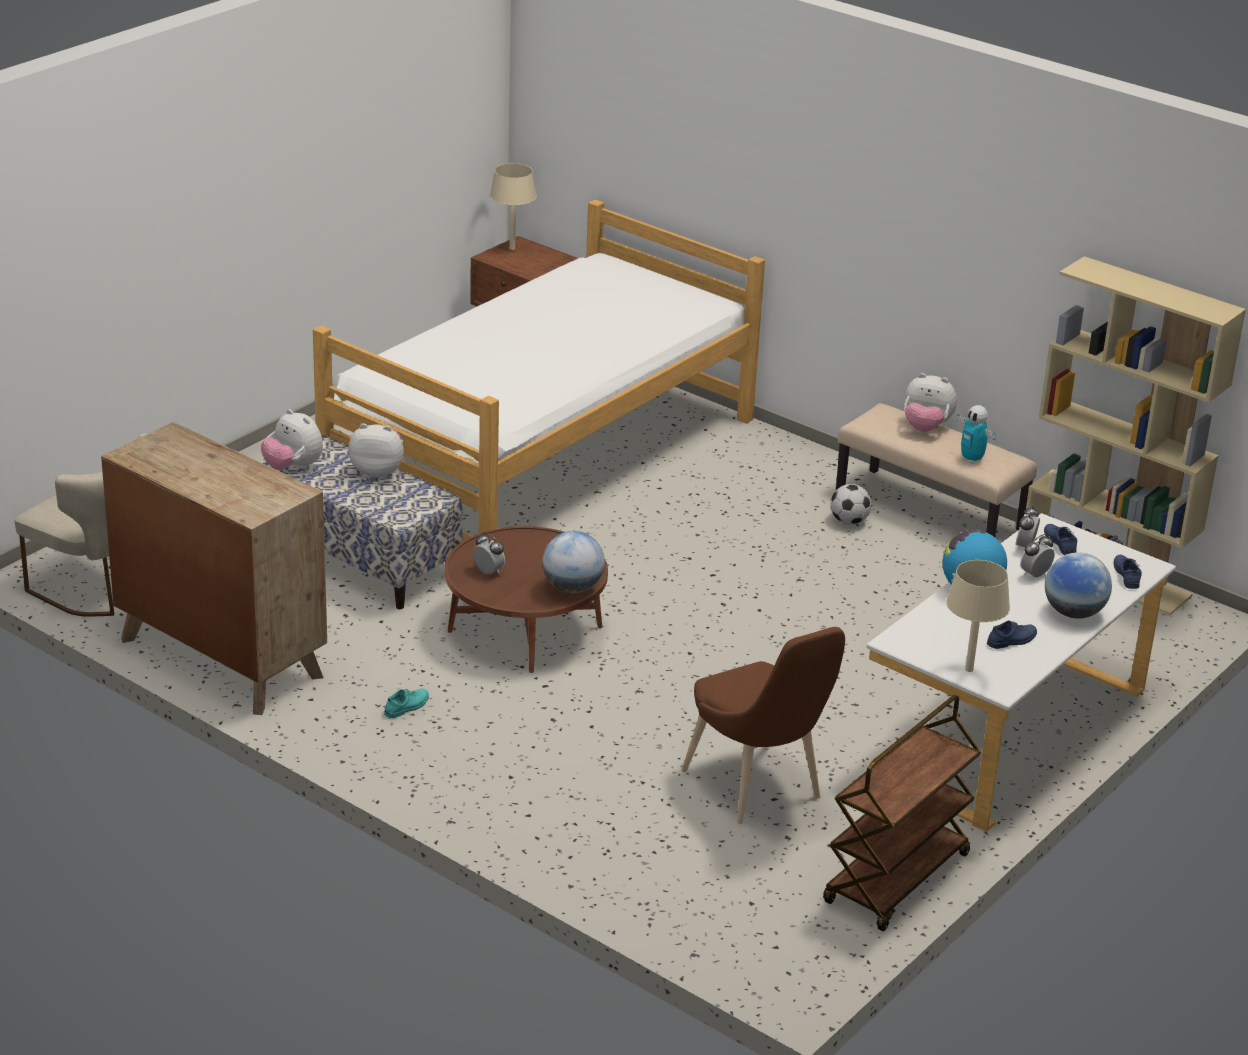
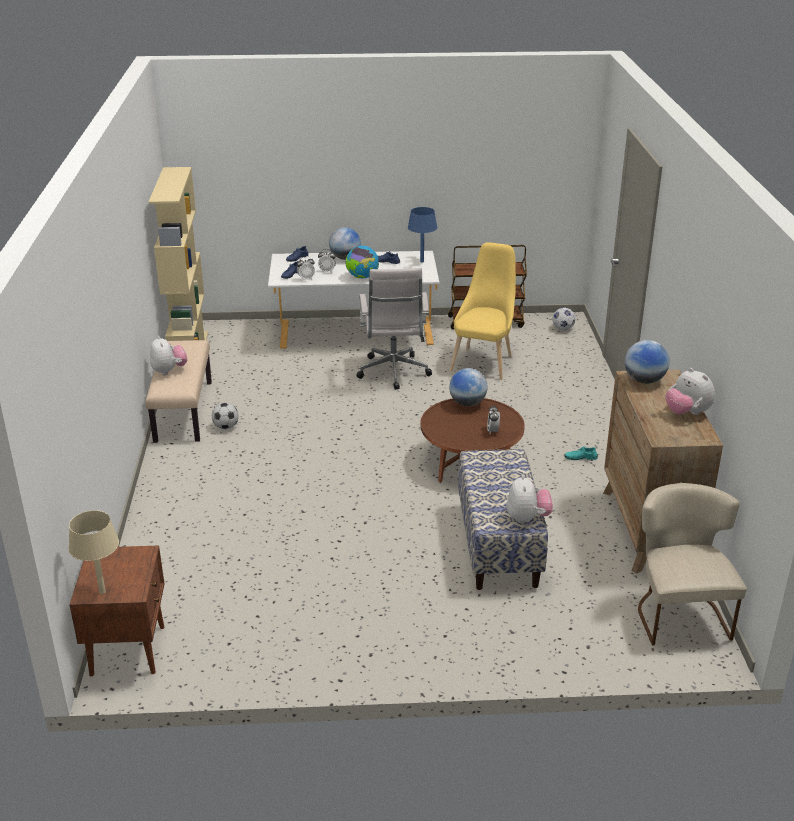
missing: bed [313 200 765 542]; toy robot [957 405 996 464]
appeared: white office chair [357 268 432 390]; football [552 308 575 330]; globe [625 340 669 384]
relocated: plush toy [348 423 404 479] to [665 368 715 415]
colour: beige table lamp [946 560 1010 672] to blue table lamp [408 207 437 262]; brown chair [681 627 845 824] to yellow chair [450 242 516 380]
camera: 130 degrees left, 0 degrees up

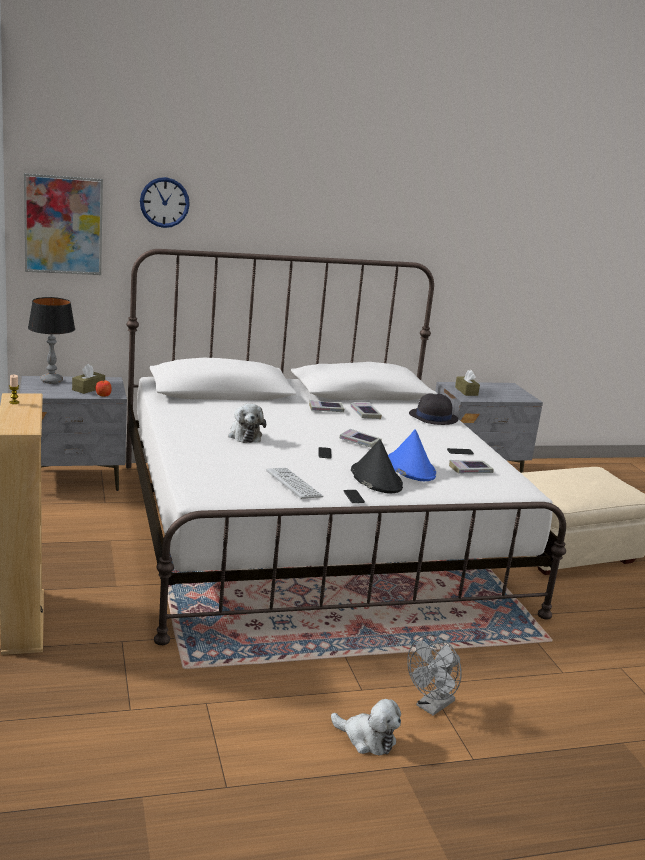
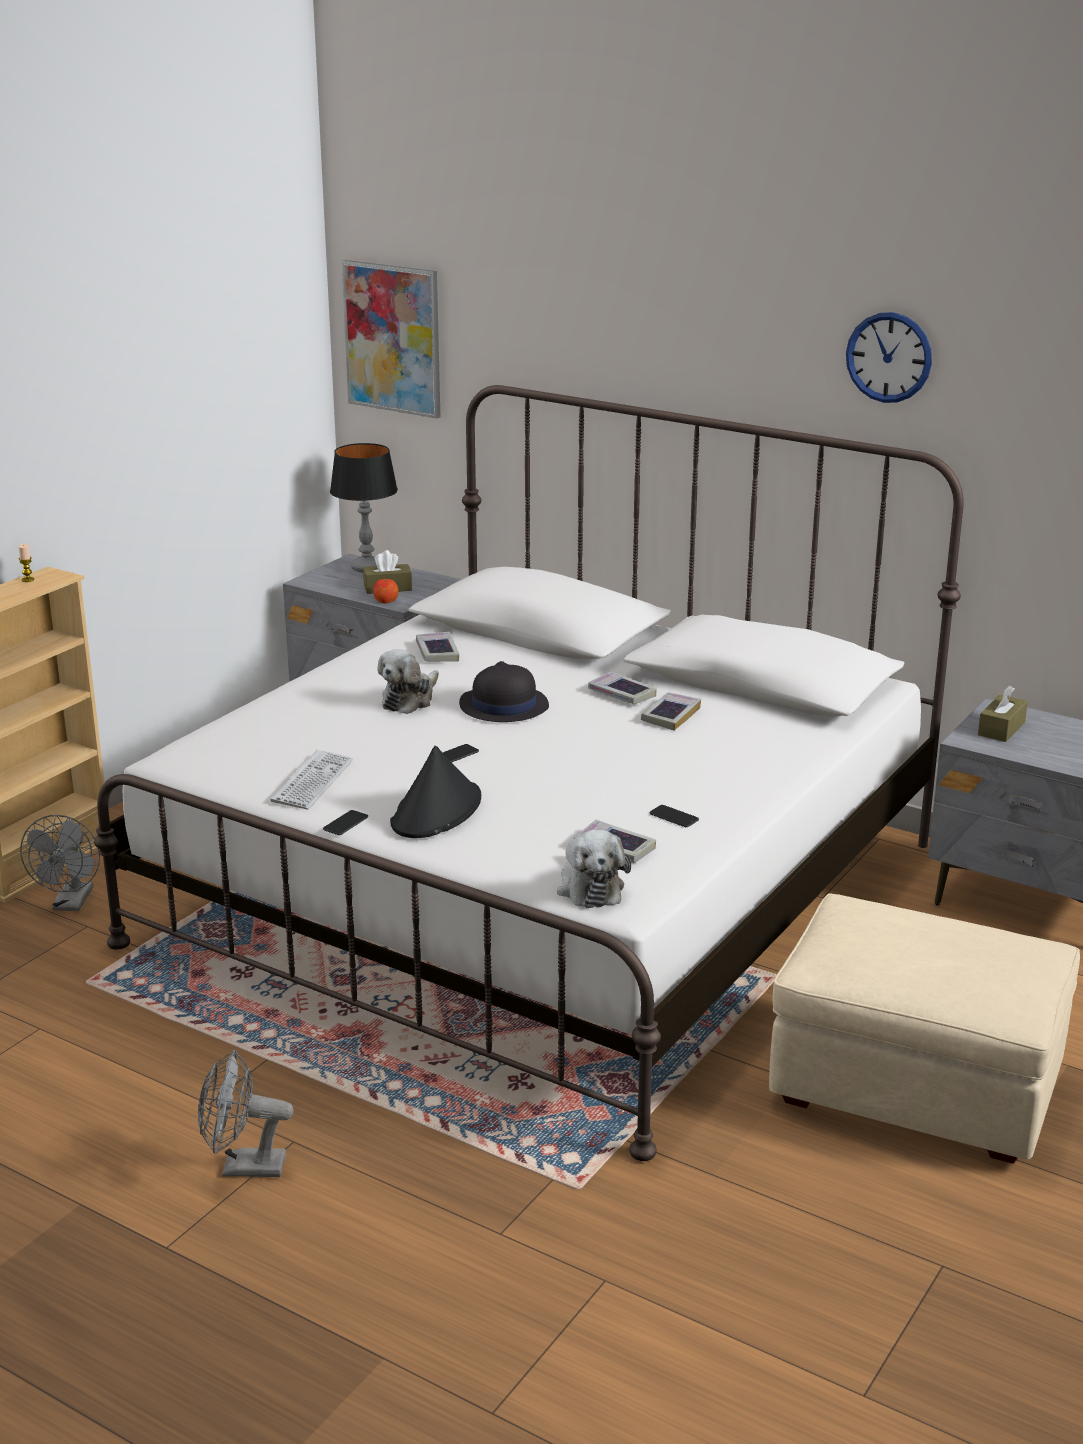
missing: blue hat [388 429 436 481]
appeared: grey fan [20 815 100 911]
relocated: wall clock [140 177 190 228] to [846 312 932 403]; black hat [409 393 458 425] to [459 661 549 722]; book [339 429 382 448] to [416 632 459 662]; plush toy [331 699 401 756] to [557 830 631 908]
camera: 50 degrees right, 5 degrees up

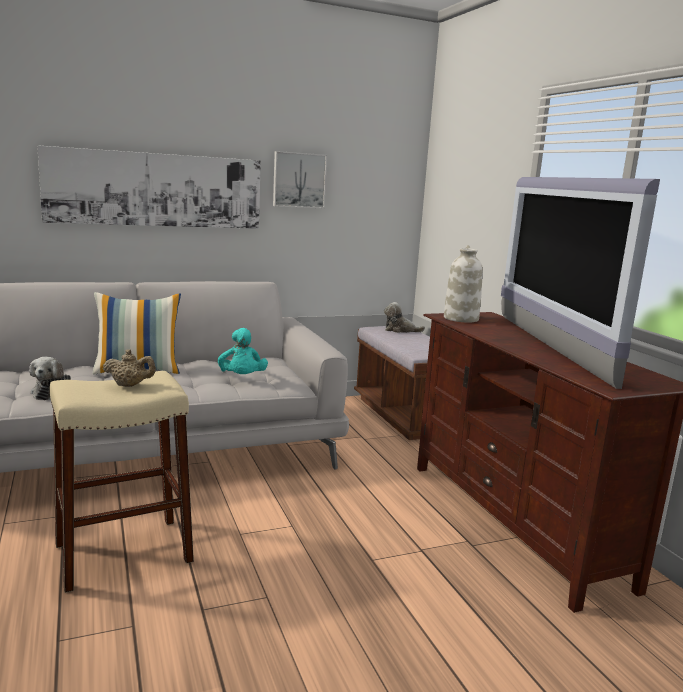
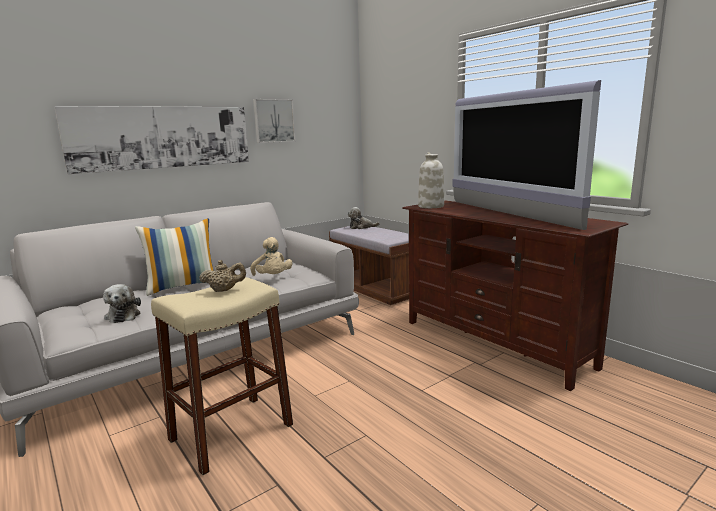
colour: turquoise plush toy [218 328 268 374] to beige plush toy [250 237 293 276]
camera: 15 degrees left, 0 degrees up

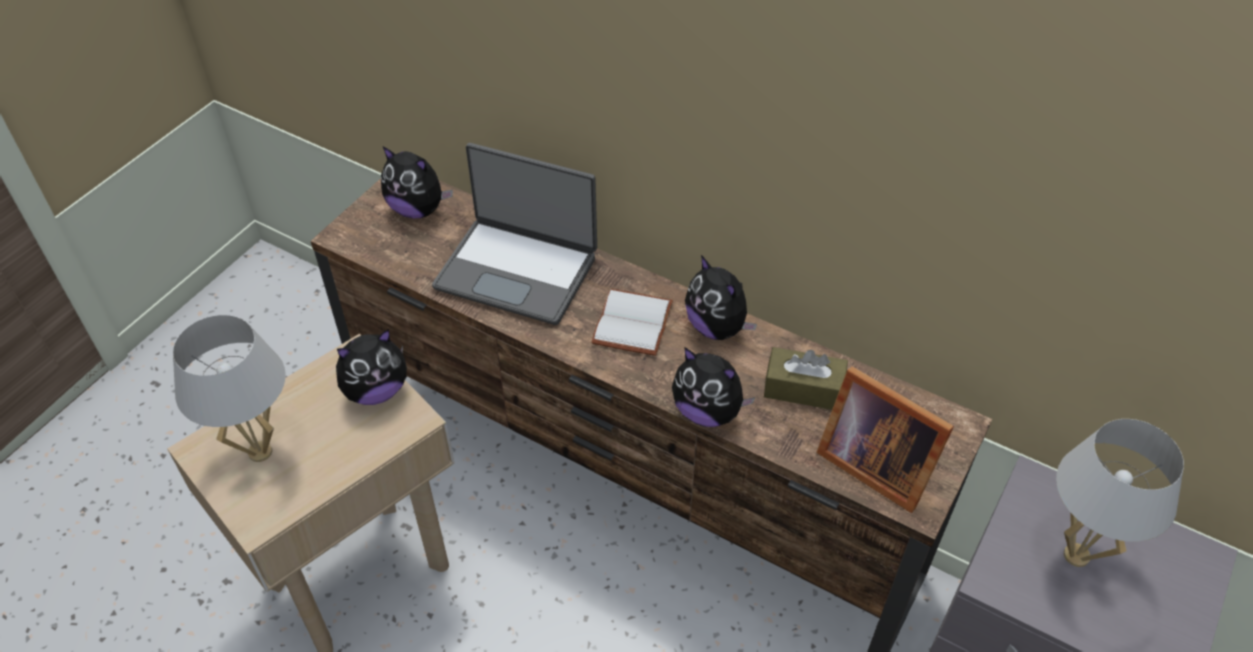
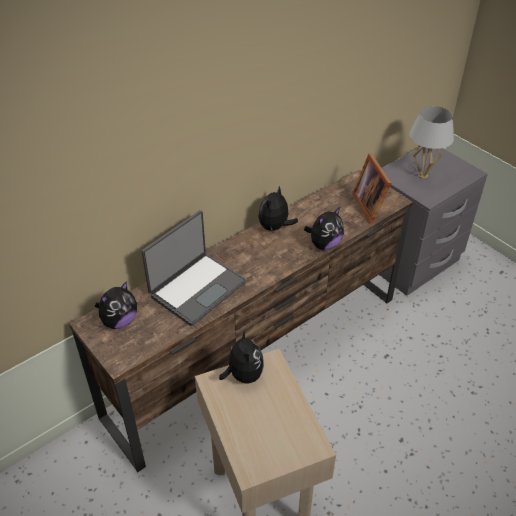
missing: white book [591 289 673 356]; white table lamp [173 315 286 462]; brown tissue box [764 347 848 410]
spun: plush toy [685 255 757 340] = [259 186 298 232] 135 degrees clockwise; picture frame [816 366 954 513] = [352 154 392 224] 105 degrees clockwise
camera: 70 degrees left, 5 degrees down

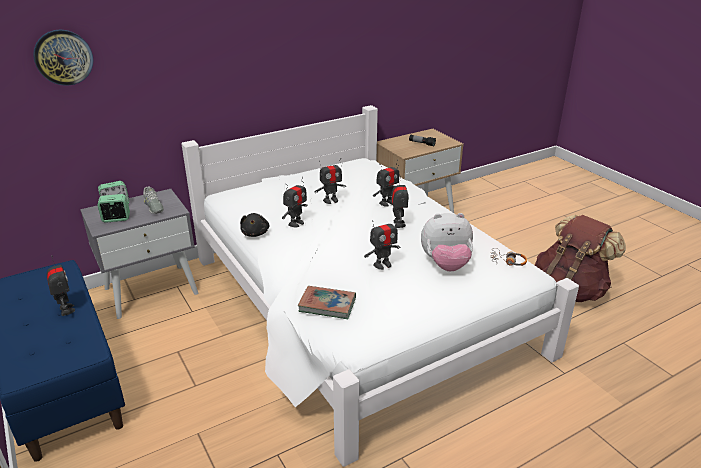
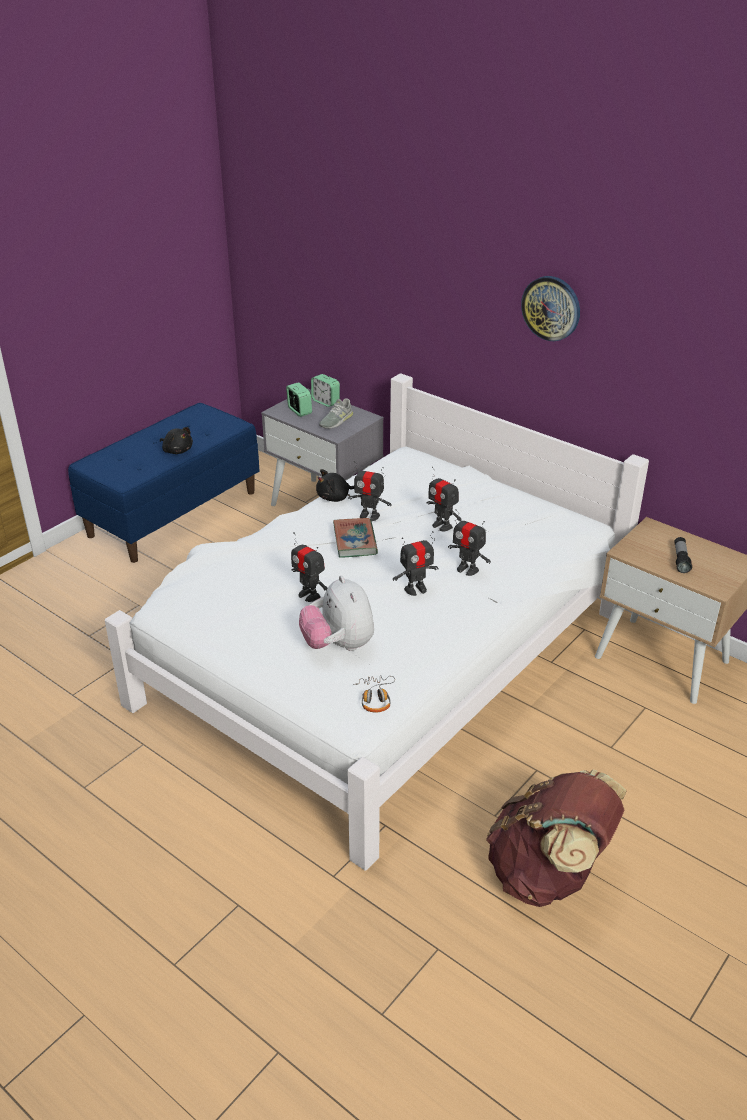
relocated: wall clock [33 30 93 86] to [521 276 580 341]; book [298 286 356 319] to [333 518 378 558]
exchanged: toy robot [47 255 75 316] to black plush toy [160 427 193 454]
camera: 70 degrees right, 5 degrees up

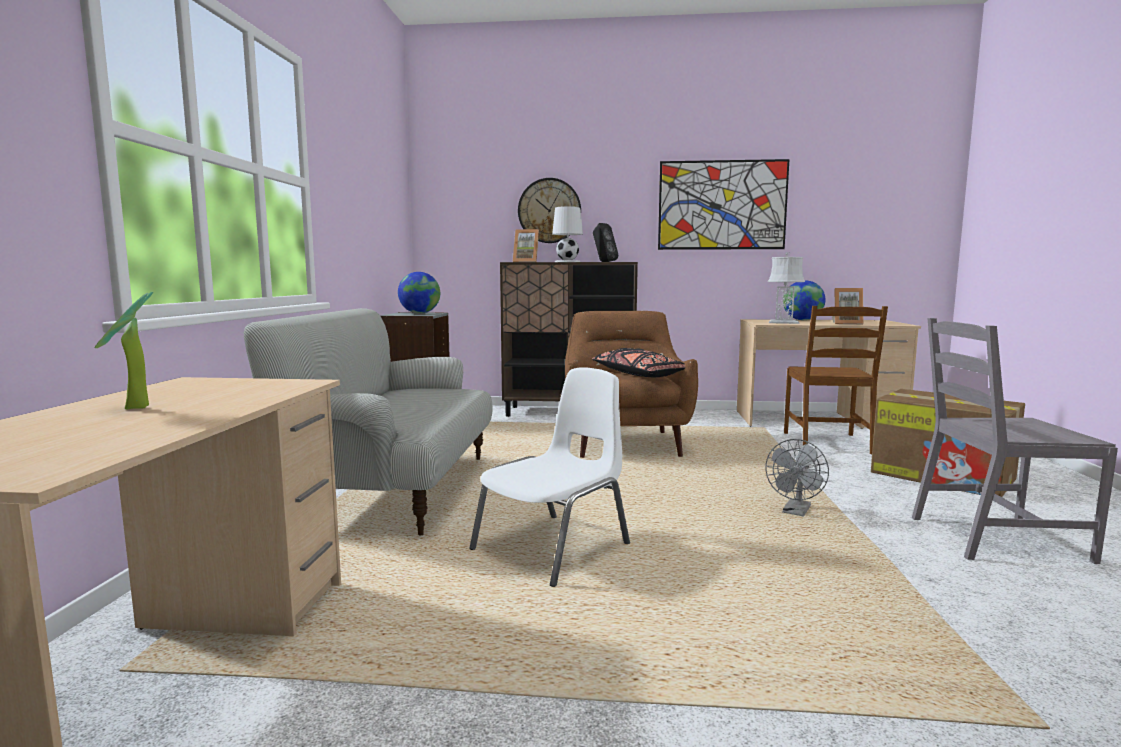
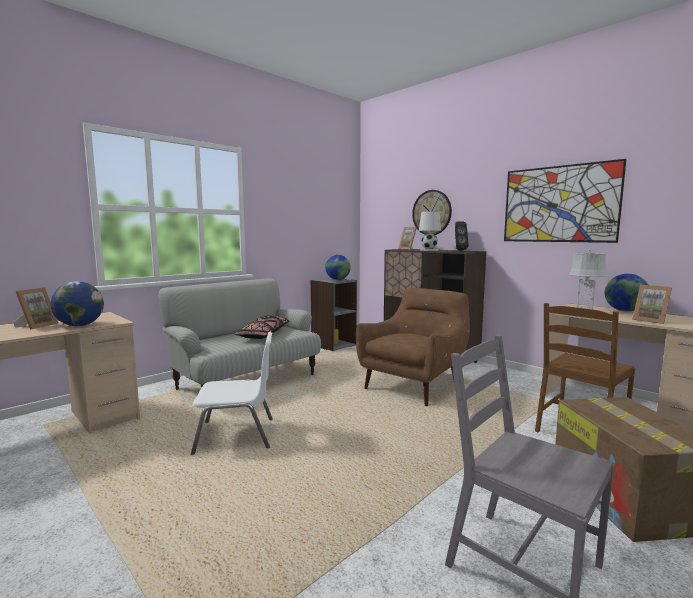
missing: grey fan [765 439 829 517]
appeared: globe [51 281 104 326]
relocated: black pillow [592 348 685 377] to [235 315 290 339]
exchanged: potted plant [94 292 154 409] to picture frame [13 287 58 330]
camera: 40 degrees right, 0 degrees up

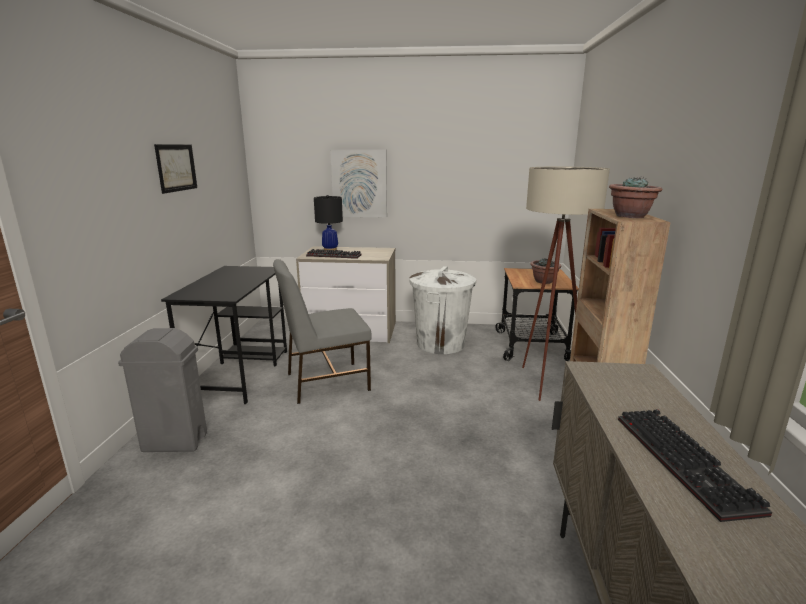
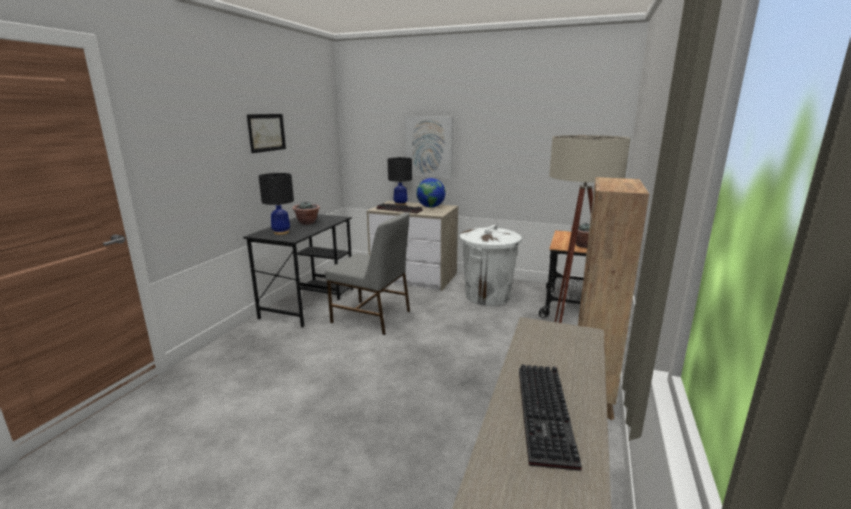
missing: grey trash can [118 328 207 452]
appeared: black table lamp [259 172 294 235]; globe [416 178 446 208]
relocated: potted plant [609 177 662 218] to [292 201 320 225]
spun: grey chair [273 259 372 404] = [325 212 410 335] 150 degrees counterclockwise
camera: 15 degrees right, 0 degrees up

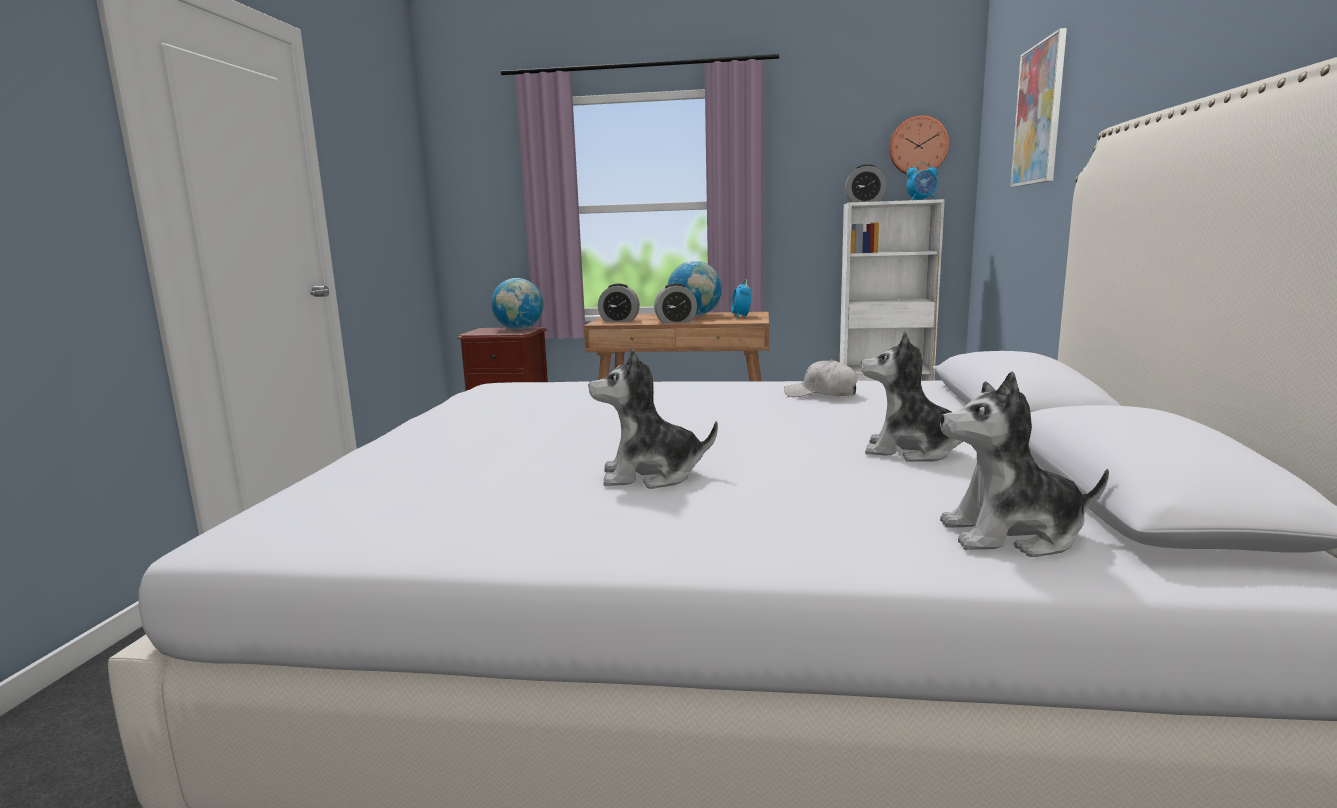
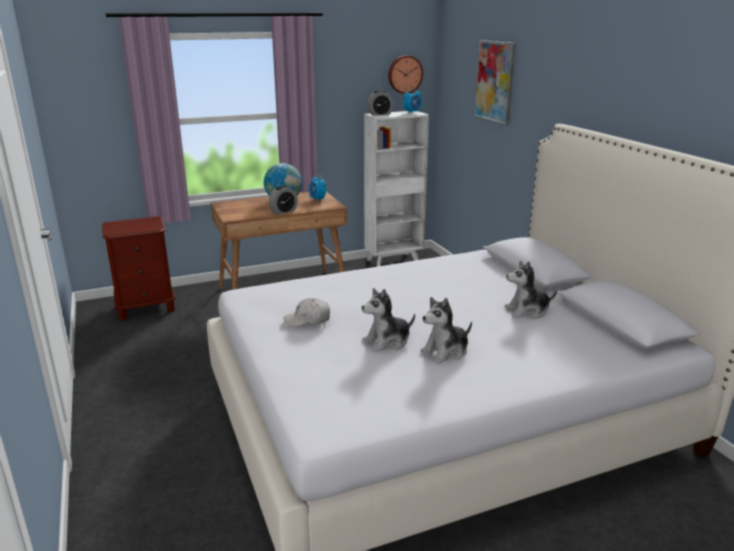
missing: globe [491 278 543 330]; alarm clock [598 284 640 322]
relocated: white cap [784 359 858 397] to [283 298 330 327]; plush toy [940 371 1109 557] to [362 288 415 352]
camera: 30 degrees left, 10 degrees up

